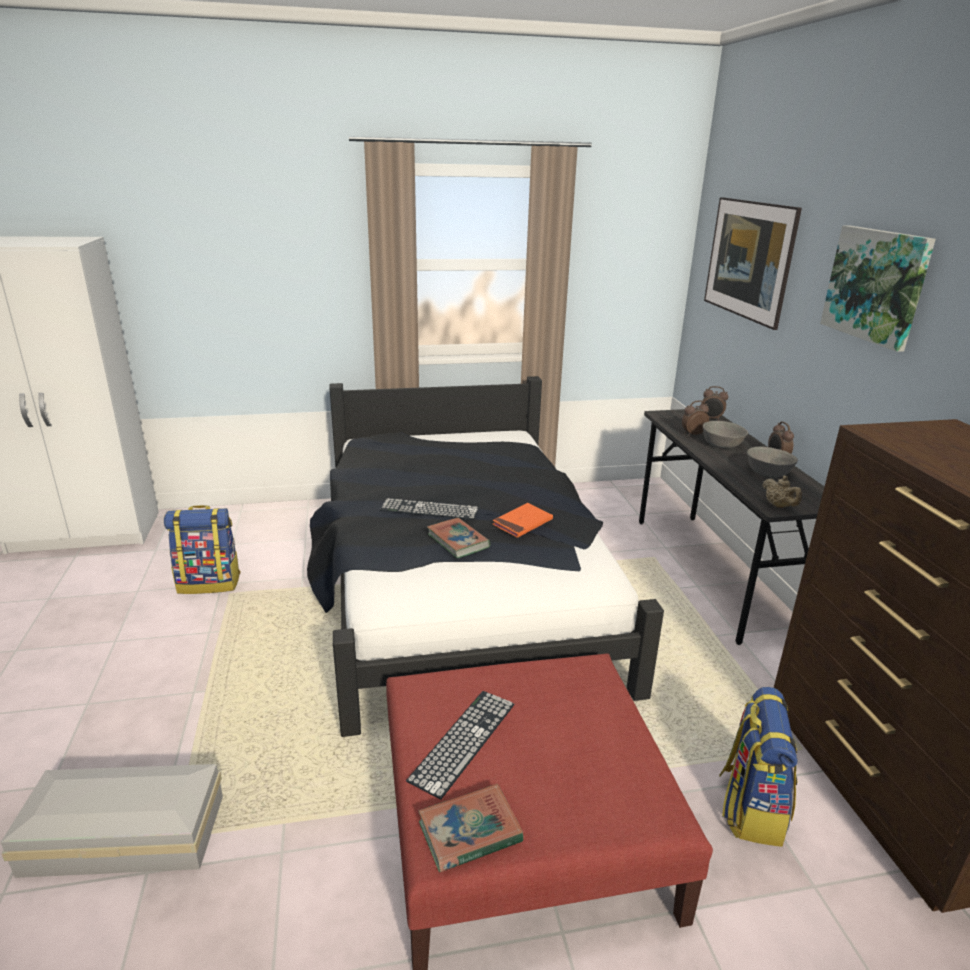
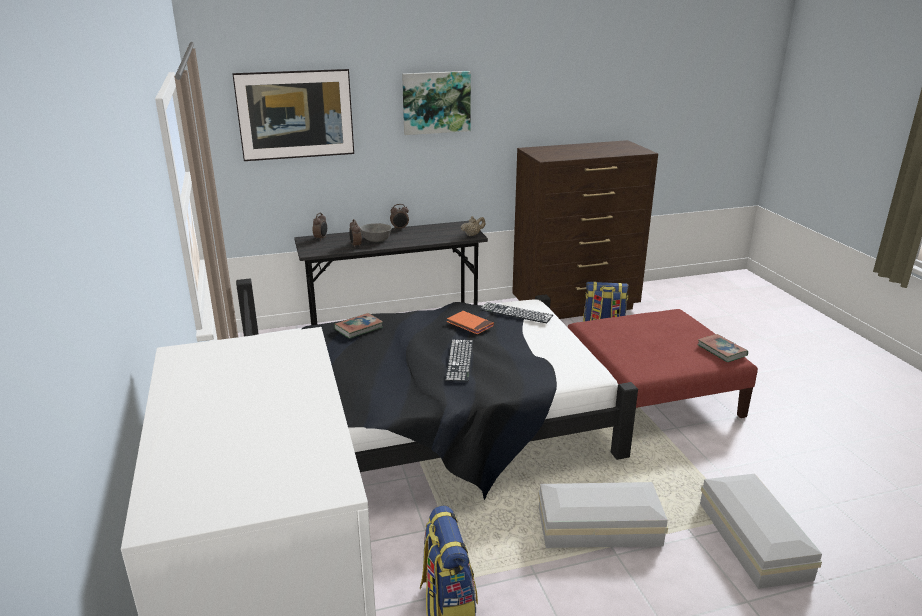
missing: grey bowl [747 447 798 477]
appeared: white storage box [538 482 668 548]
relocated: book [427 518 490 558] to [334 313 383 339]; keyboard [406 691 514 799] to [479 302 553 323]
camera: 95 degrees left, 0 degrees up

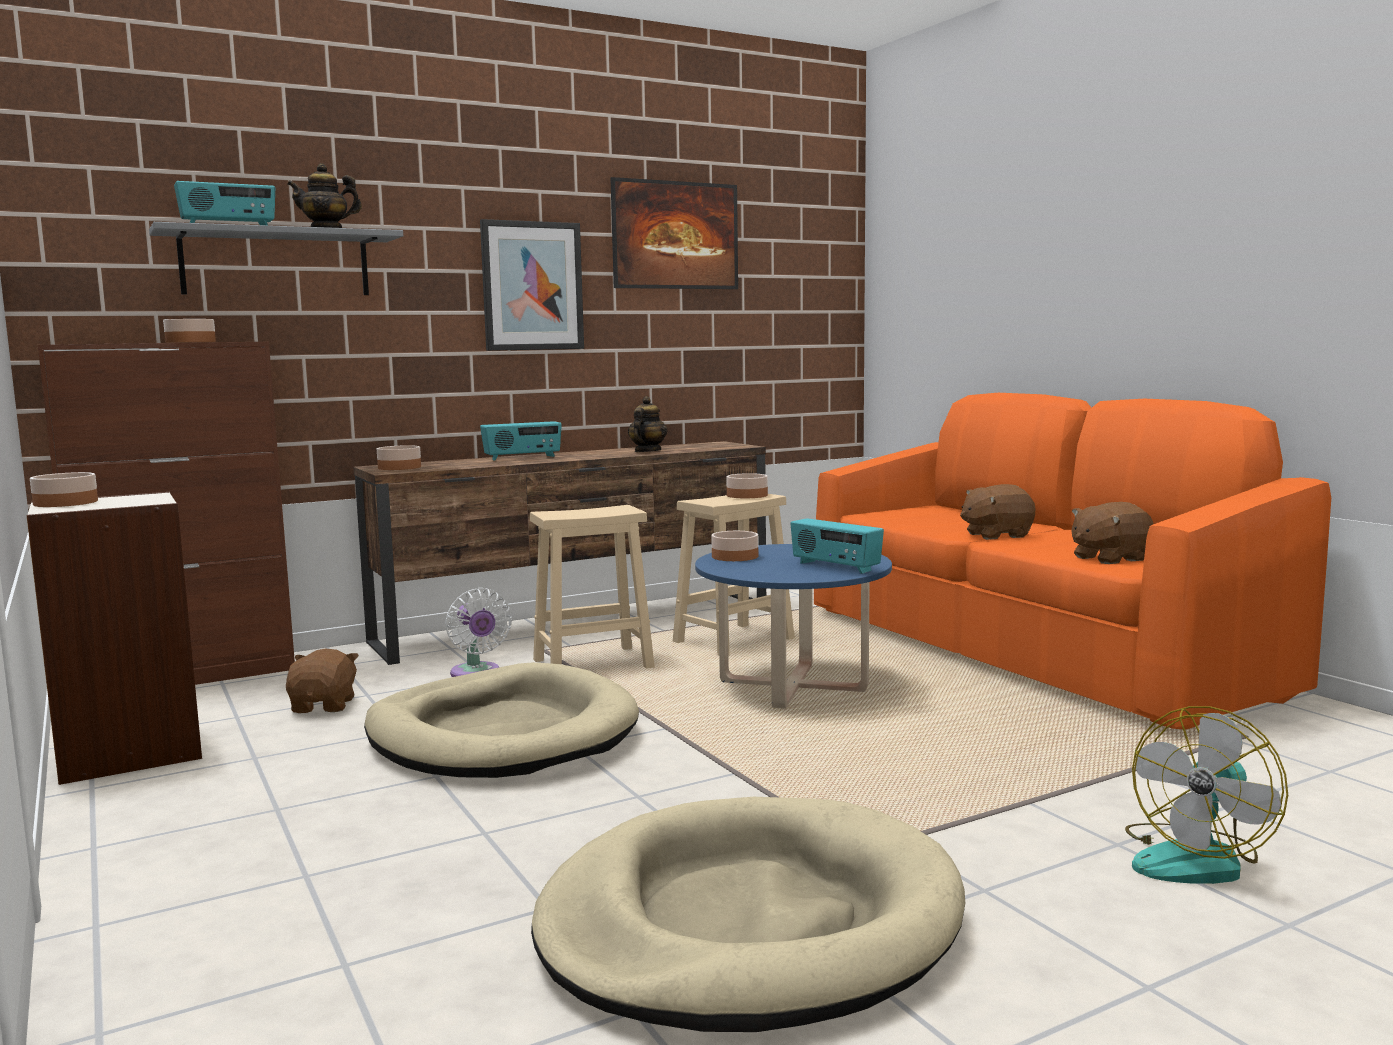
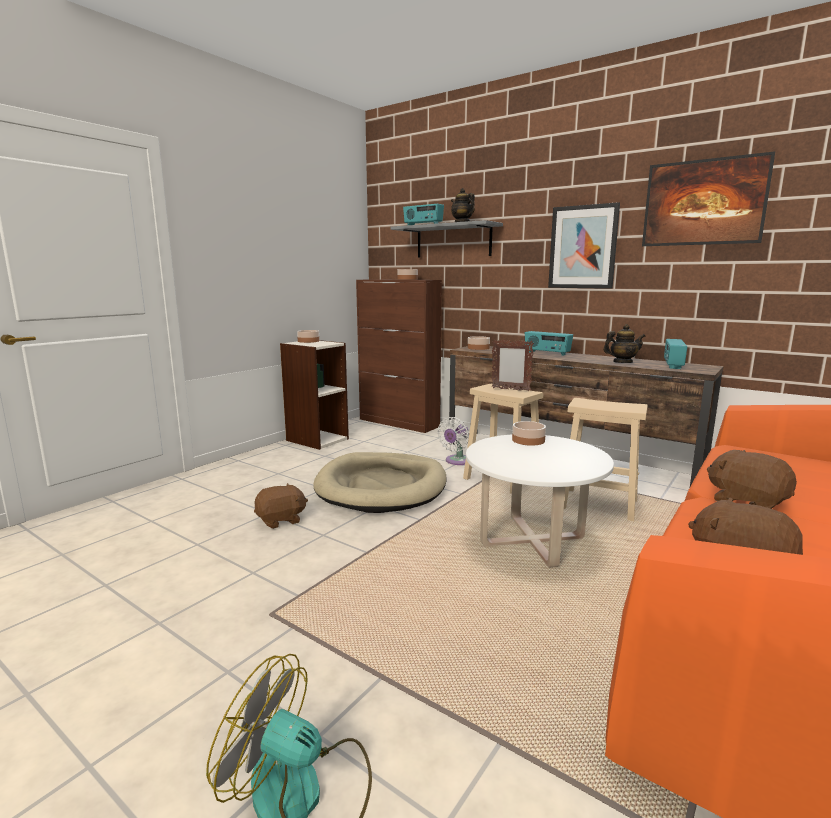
missing: bowl [726 473 768 498]; beige dog bed [531 797 965 1032]
appeared: picture frame [492 340 534 391]
relocated: radio [790 518 884 574] to [664 339 687 369]; brown plush toy [286 648 359 713] to [254 483 308 529]
colour: blue coffee table [695 544 892 709] to white coffee table [466 435 614 568]
camera: 65 degrees right, 5 degrees up

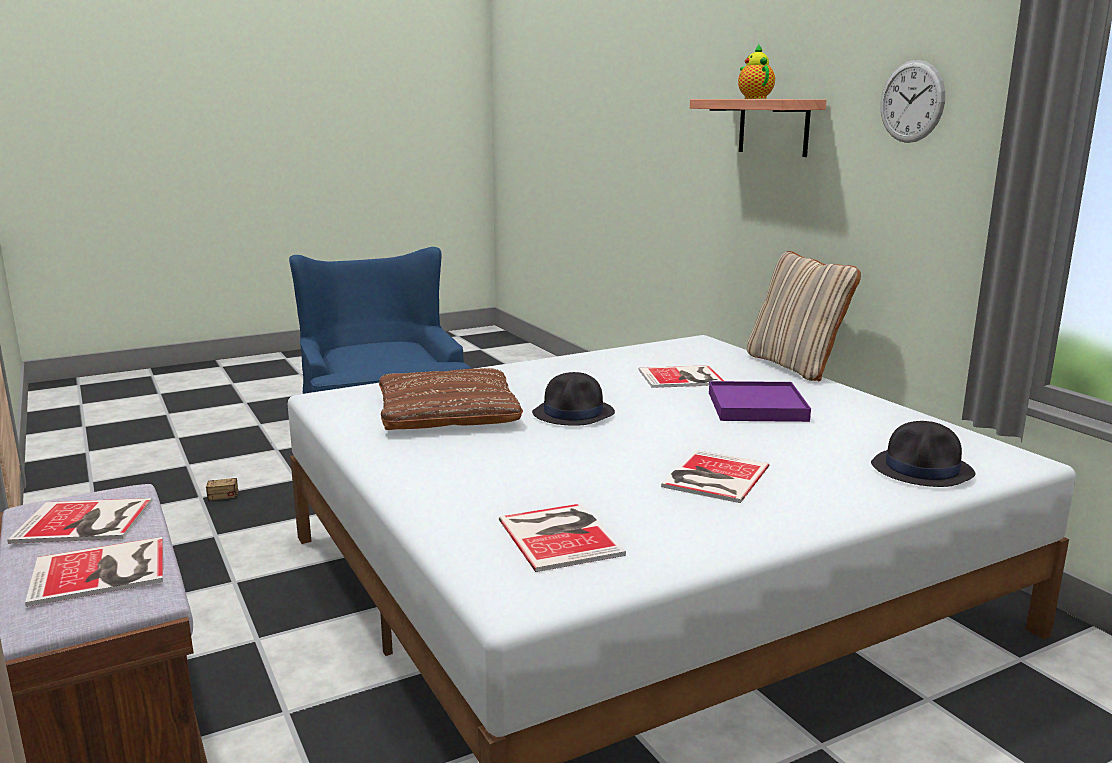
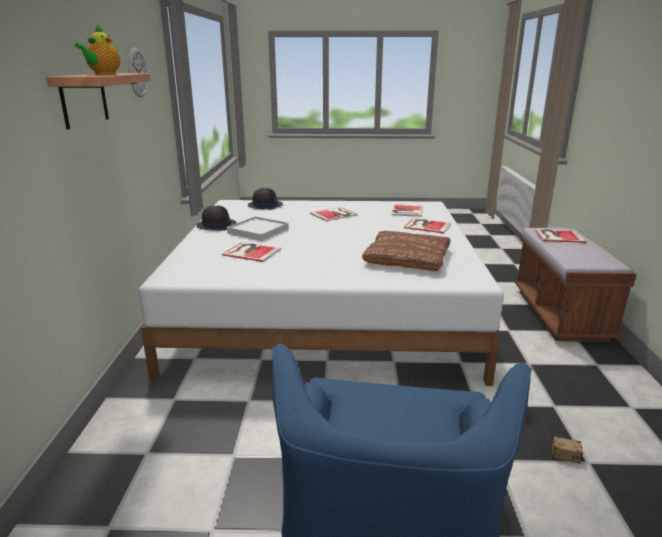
missing: beige pillow [746 251 861 381]
relocated: black hat [532 372 615 426] to [196 205 237 231]; book [7 498 152 544] to [404 218 451 233]
colour: purple tray [709 381 811 422] to white tray [227 216 289 241]
camera: 150 degrees left, 5 degrees up

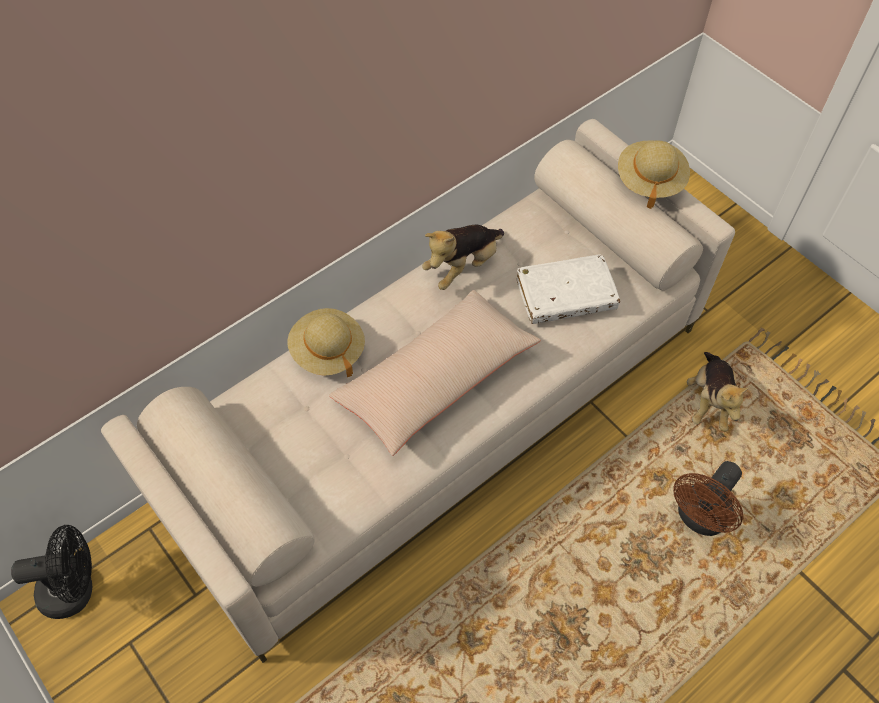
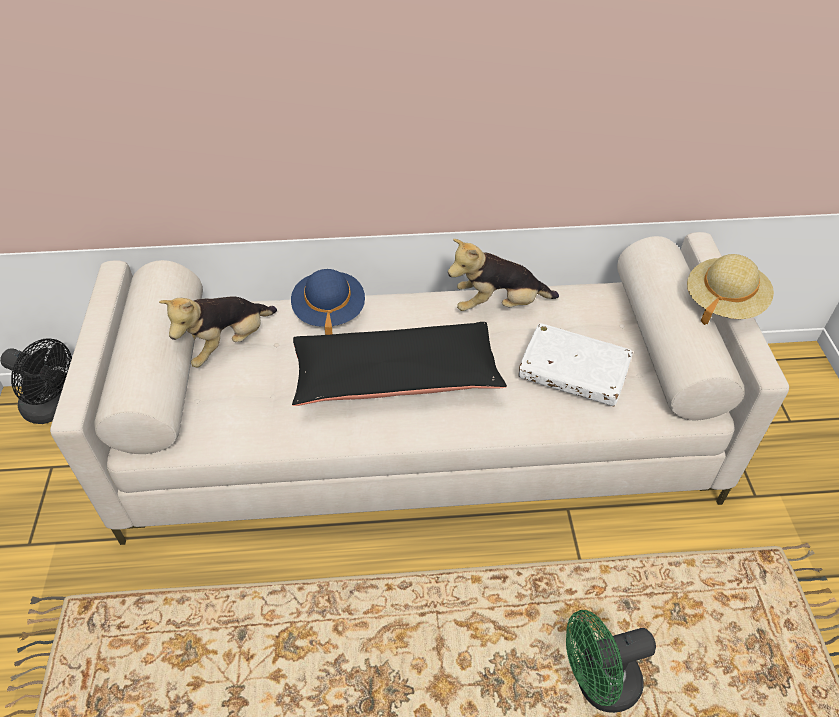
relocated: plush toy [687 352 749 432] to [159 296 277 367]
colour: beige pillow [329 290 541 456] to black pillow [292 322 507 406]; beige hat [287 308 365 377] to blue hat [291 269 365 335]; brown fan [673 461 743 536] to green fan [566 610 656 713]
camera: 35 degrees right, 10 degrees down

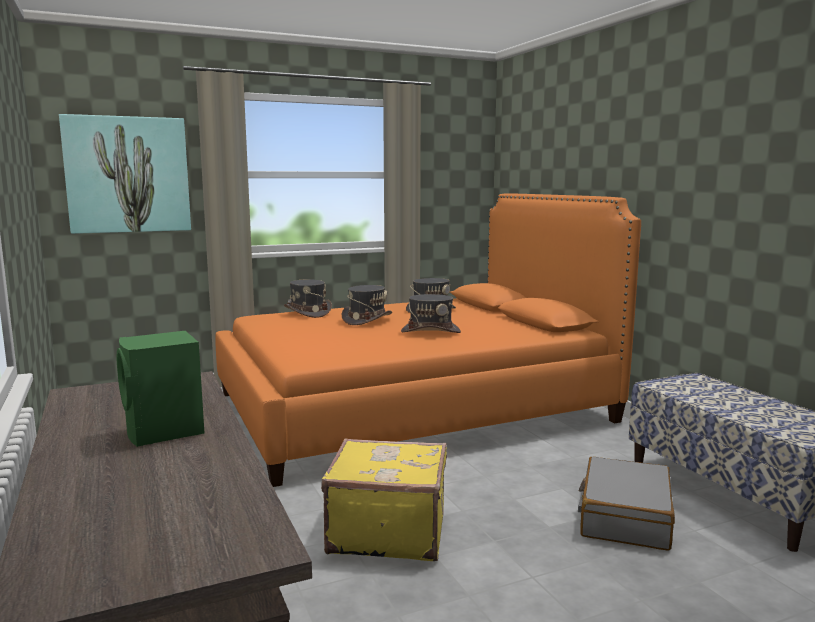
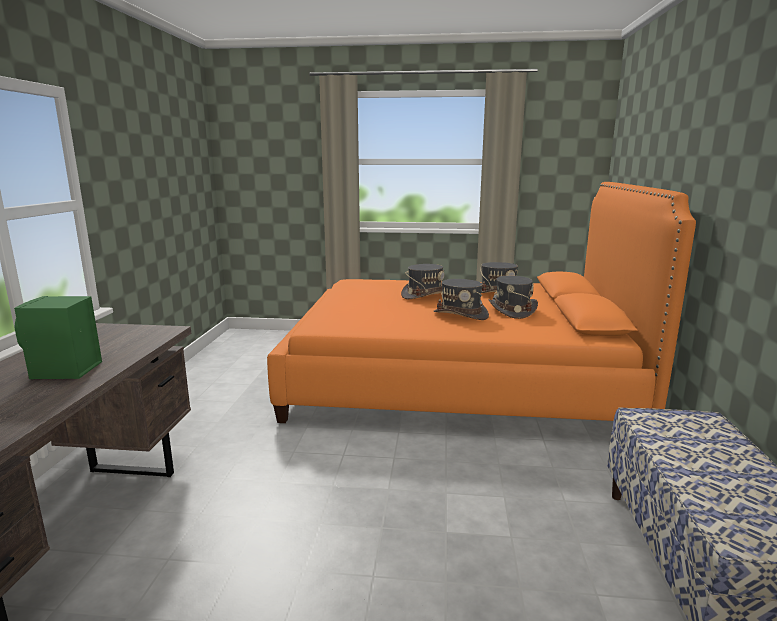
missing: picture [59 114 191 234]; yellow suitcase [321 439 447 561]; grey suitcase [578 456 675 551]
relocated: grey hat [284 279 332 318] to [489 275 538 319]
camera: 30 degrees right, 5 degrees up

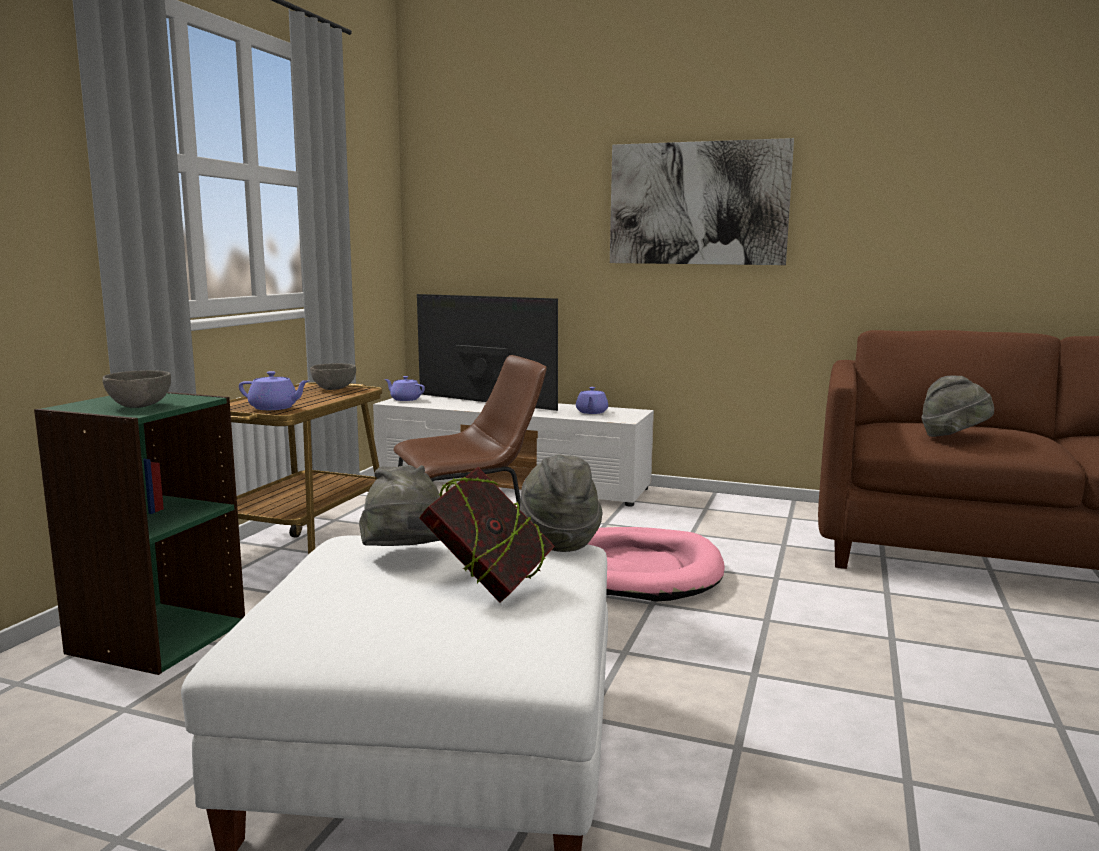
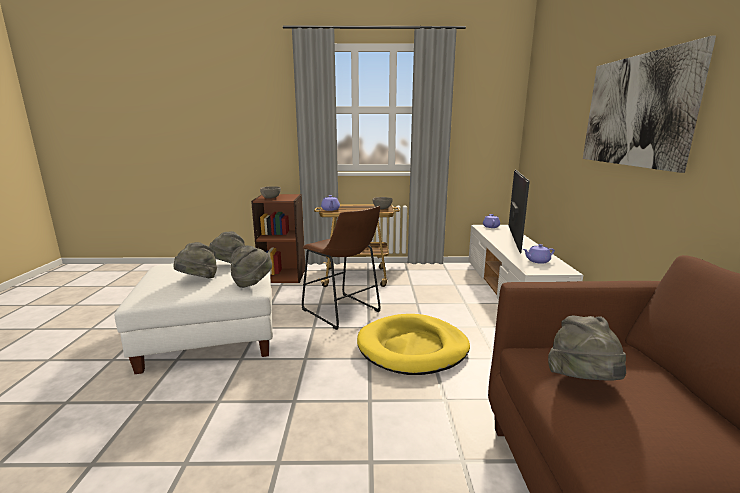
exchanged: book [419 467 555 603] to grey hat [174 242 217 278]
colour: green bookcase [34 392 245 675] to brown bookcase [251 194 305 283]; pink dog bed [588 527 725 602] to yellow dog bed [357 314 470 375]
camera: 70 degrees right, 5 degrees up

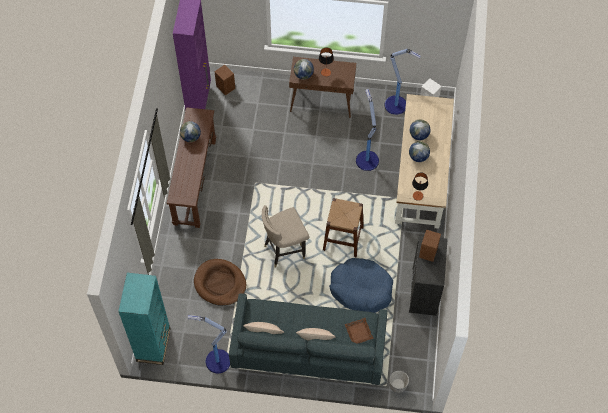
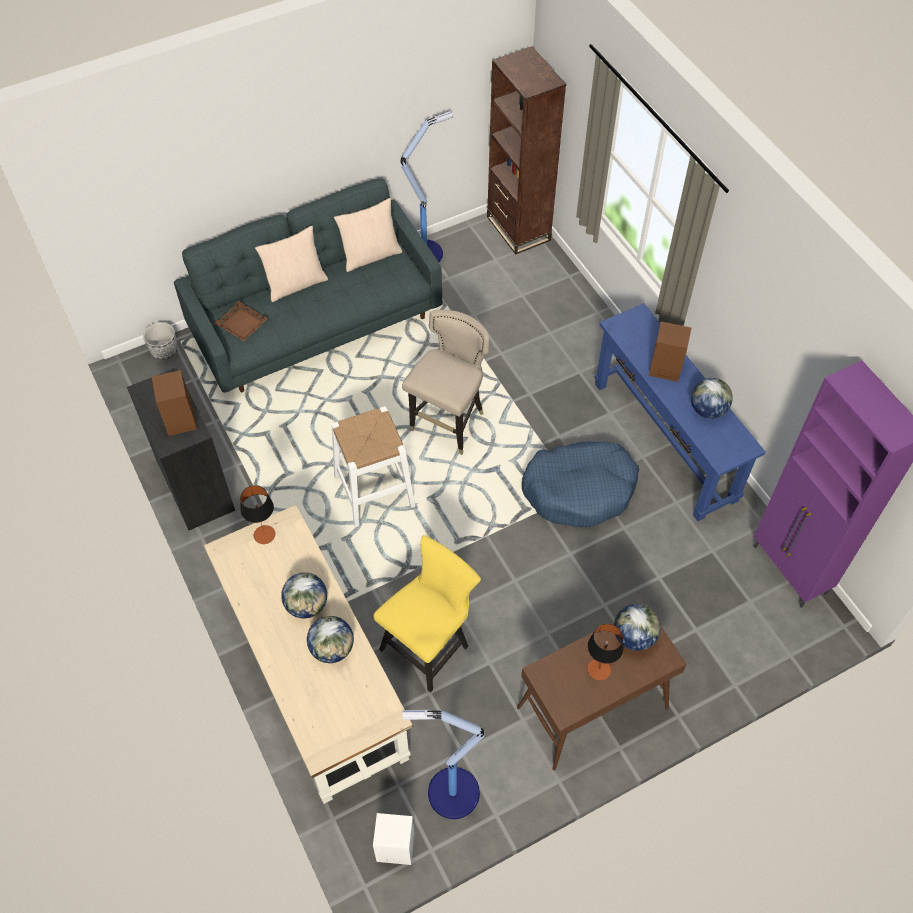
missing: brown dog bed [194 259 246 306]
relocated: brown speaker [214 65 235 95] to [649 322 691 382]; blue dog bed [329 258 393 313] to [522 441 639 527]
exchanged: floor lamp [356 89 379 171] to yellow chair [373 535 481 693]
colour: brown console table [167 107 216 228] to blue console table [594 303 765 521]; brown stool [323 198 364 257] to white stool [331 406 415 527]; turquoise bookcase [118 273 170 365] to brown bookcase [487 46 566 255]
camera: 145 degrees right, 5 degrees down

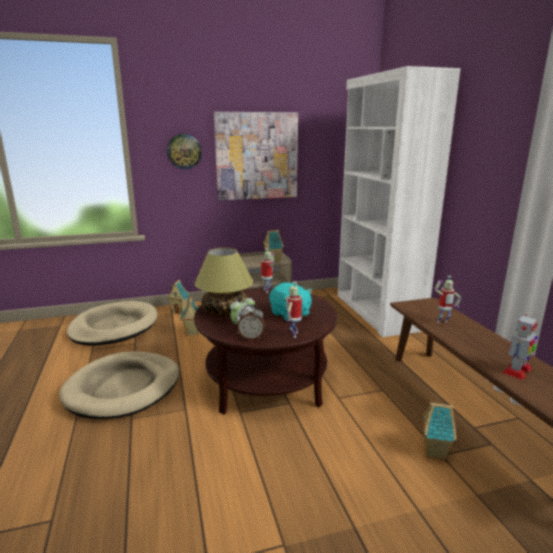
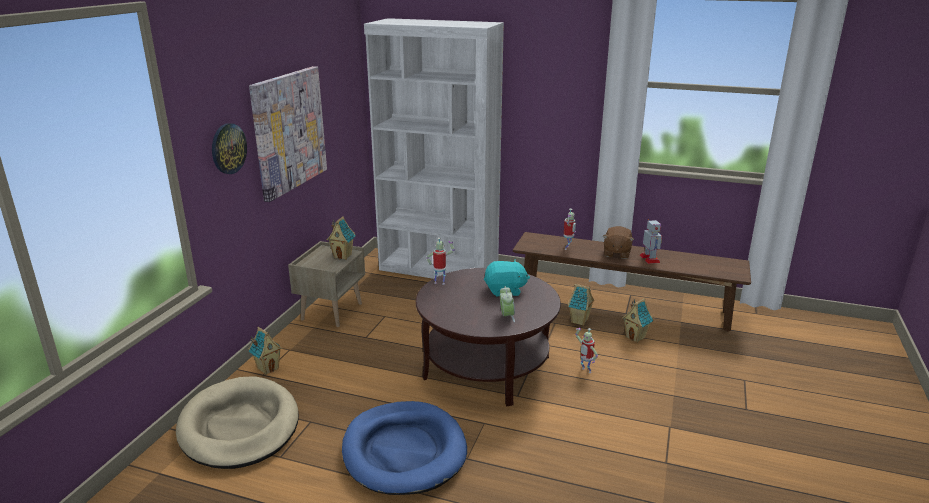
missing: table lamp [195 248 253 316]; alarm clock [237 305 265 340]
appeared: brown plush toy [603 226 634 259]
relocated: toy robot [286 281 302 338] to [575 328 598 373]; toy house [180 298 200 336] to [568 284 594 326]
colour: beige dog bed [59 351 179 419] to blue dog bed [342 401 467 495]
camera: 55 degrees left, 5 degrees up

